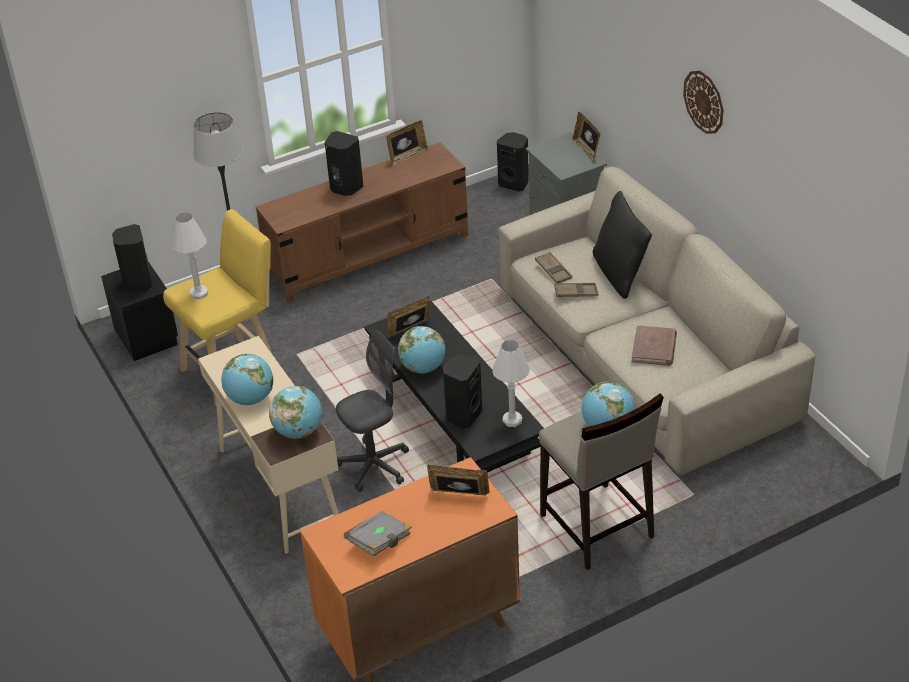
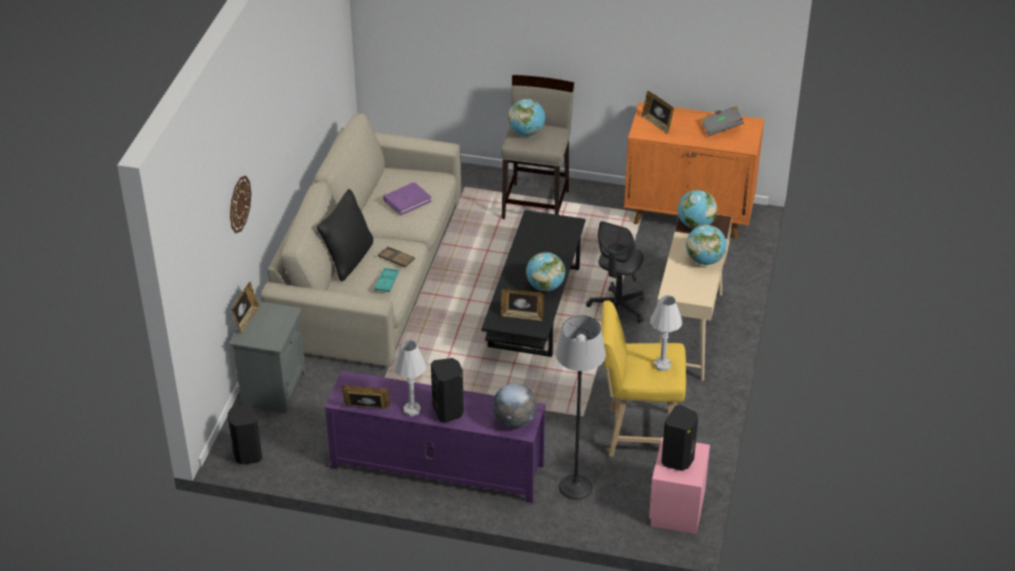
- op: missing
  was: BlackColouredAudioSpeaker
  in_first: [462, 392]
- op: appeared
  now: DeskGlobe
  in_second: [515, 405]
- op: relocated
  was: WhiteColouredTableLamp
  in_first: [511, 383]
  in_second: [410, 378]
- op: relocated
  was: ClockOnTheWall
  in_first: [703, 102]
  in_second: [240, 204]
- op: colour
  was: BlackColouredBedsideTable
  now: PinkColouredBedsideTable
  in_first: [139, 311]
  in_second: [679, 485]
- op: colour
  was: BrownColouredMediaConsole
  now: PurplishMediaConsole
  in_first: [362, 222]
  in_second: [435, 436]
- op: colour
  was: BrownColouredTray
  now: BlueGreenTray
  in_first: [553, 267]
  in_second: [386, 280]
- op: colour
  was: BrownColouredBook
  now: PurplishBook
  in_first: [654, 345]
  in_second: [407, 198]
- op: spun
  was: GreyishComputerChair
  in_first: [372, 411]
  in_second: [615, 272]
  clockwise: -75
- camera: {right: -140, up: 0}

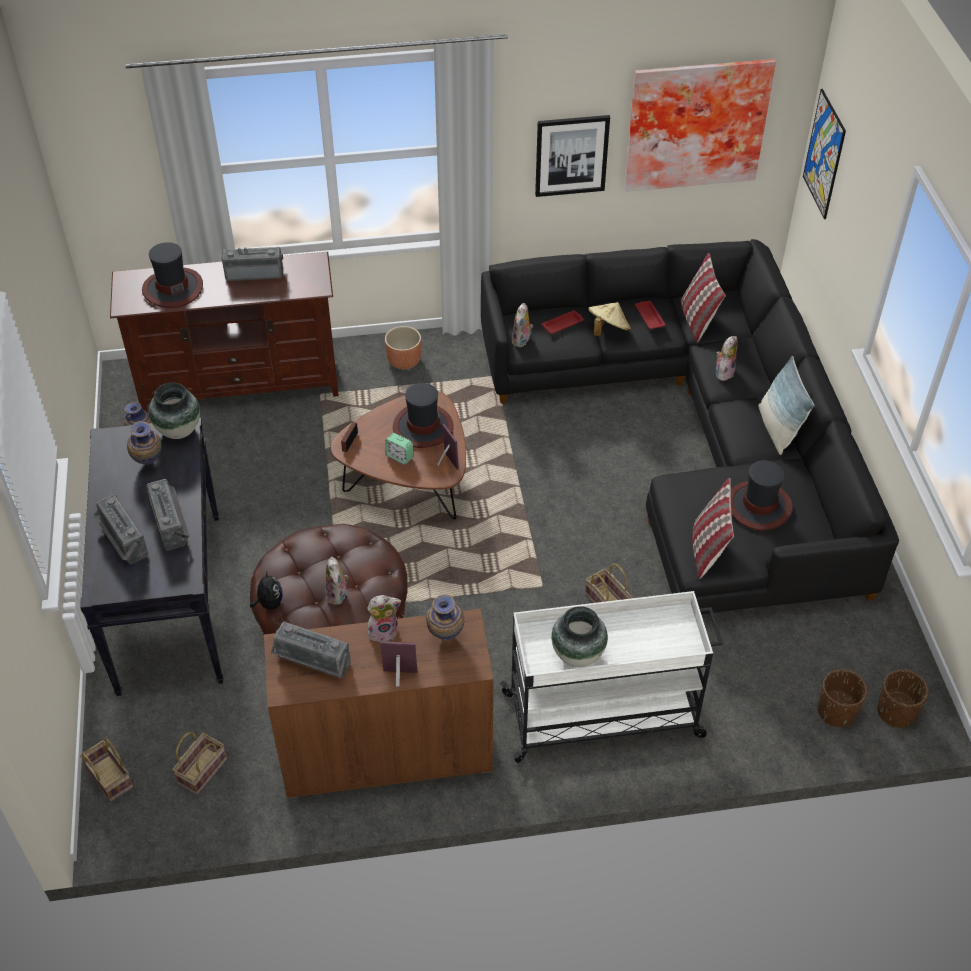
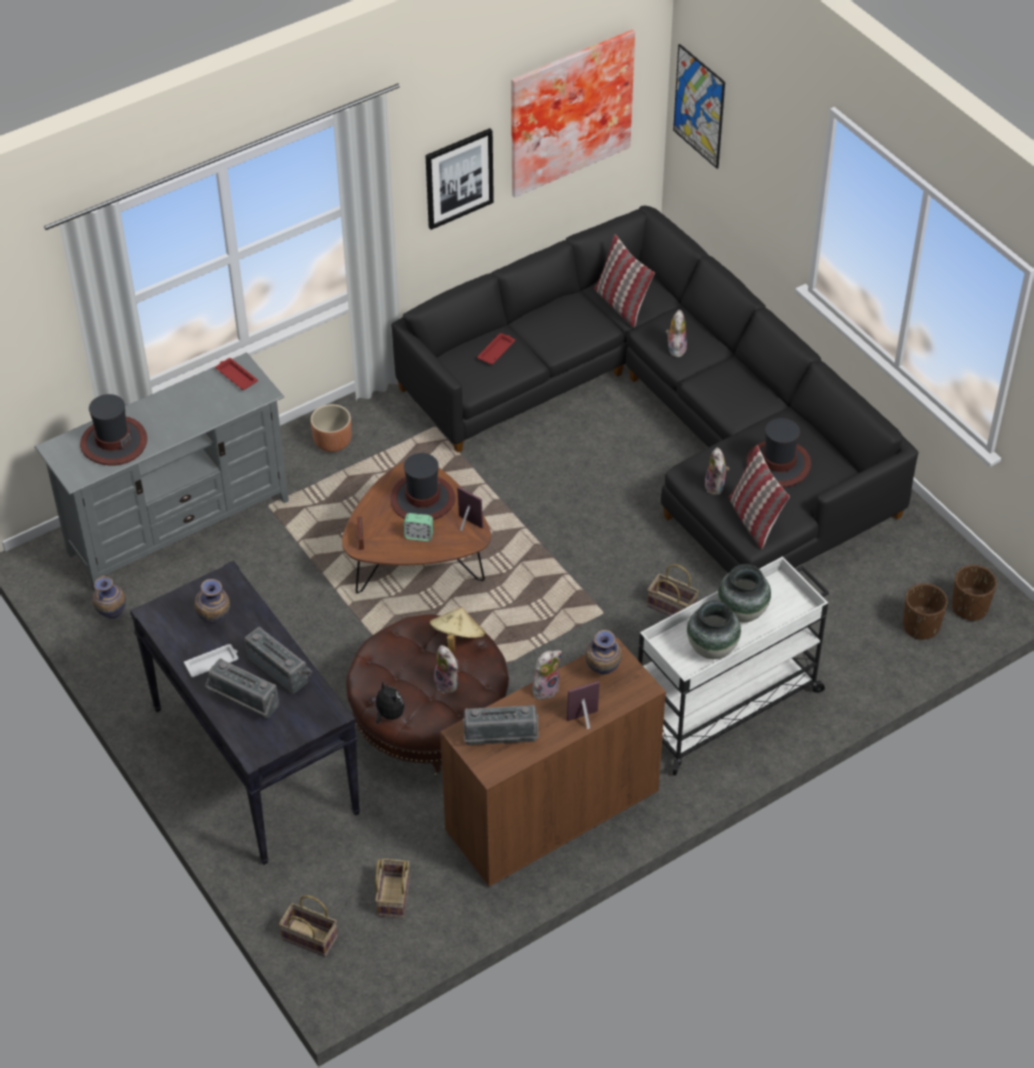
- op: missing
  was: Radio
  in_first: [252, 264]
- op: missing
  was: Cushion
  in_first: [786, 405]
- op: appeared
  now: WhiteColouredTray
  in_second: [211, 660]
- op: relocated
  was: Vase
  in_first: [174, 411]
  in_second: [744, 593]
- op: relocated
  was: PlushToy
  in_first: [522, 325]
  in_second: [717, 471]
- op: relocated
  was: SandColouredHat
  in_first: [609, 319]
  in_second: [457, 630]
- op: relocated
  was: ReddishTray
  in_first: [650, 314]
  in_second: [236, 374]
- op: colour
  was: BrownColouredMediaConsole
  now: GreyishMediaConsole
  in_first: [224, 332]
  in_second: [161, 471]
- camera: {right: -25, up: 0}

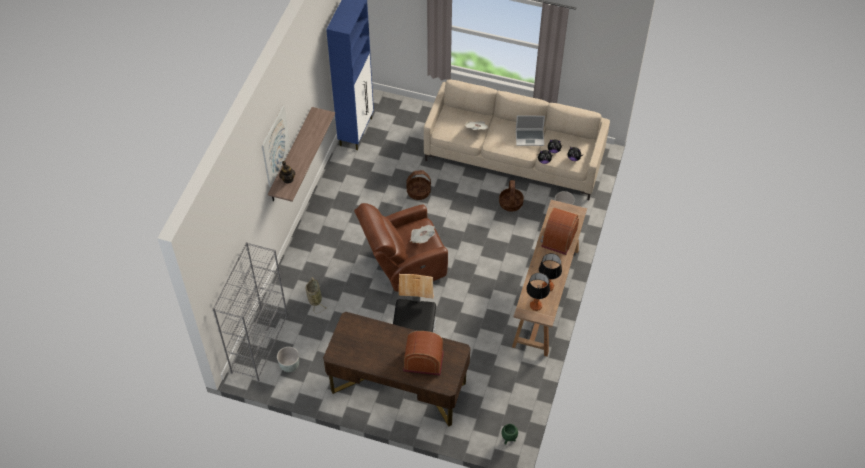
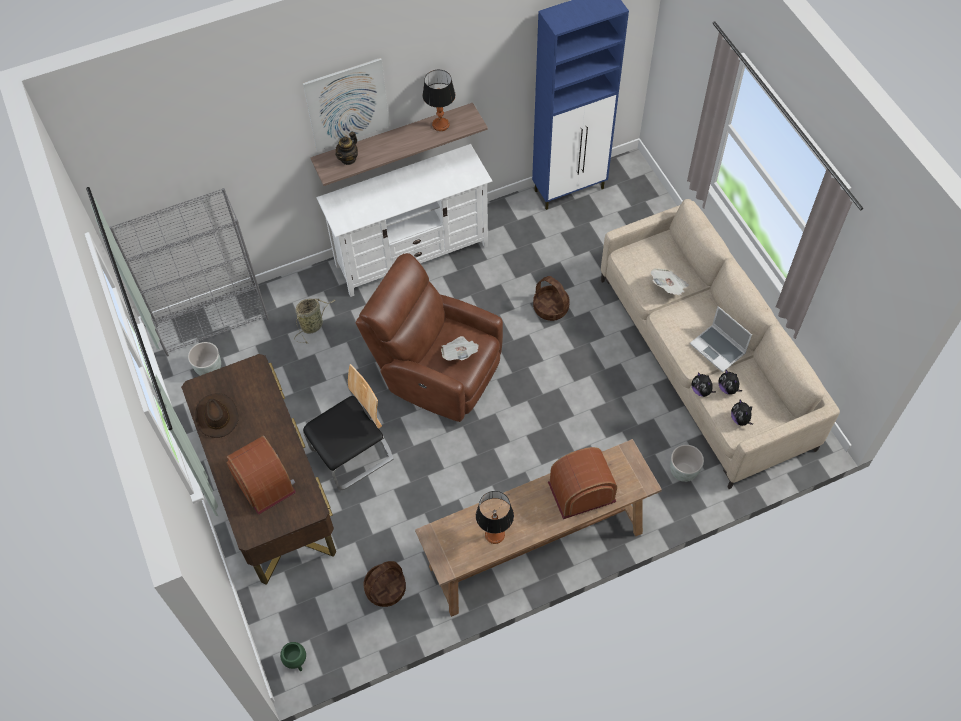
- op: appeared
  now: BrownColouredHat
  in_second: [217, 415]
- op: appeared
  now: WhiteColouredMediaConsole
  in_second: [404, 220]
- op: relocated
  was: HouseholdBasket
  in_first: [511, 196]
  in_second: [385, 584]
- op: relocated
  was: TableLamp
  in_first: [538, 292]
  in_second: [439, 100]
- camera: {right: 50, up: 5}

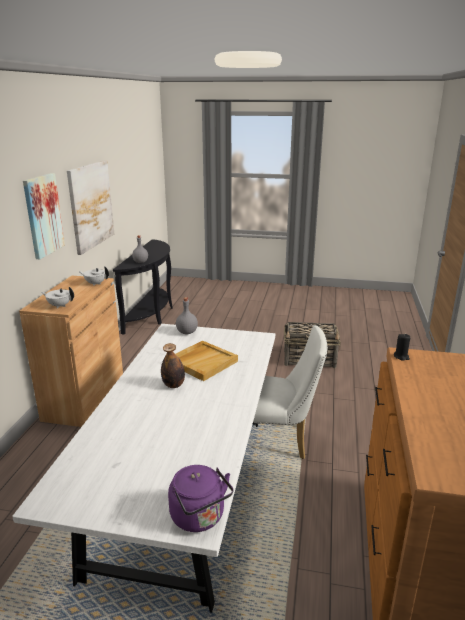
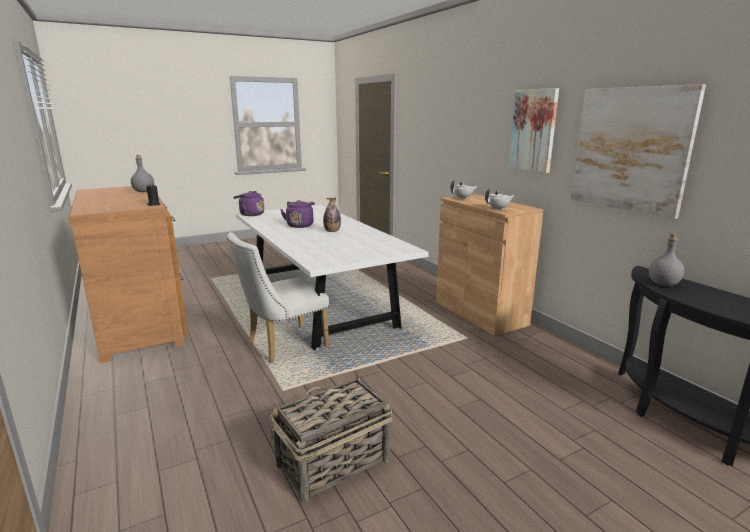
- op: missing
  was: SandColouredTray
  in_first: [207, 361]
- op: appeared
  now: PurplishWaterKettle
  in_second: [297, 214]
- op: relocated
  was: GreyishBottle
  in_first: [187, 316]
  in_second: [142, 173]
- camera: {right: 140, up: -5}

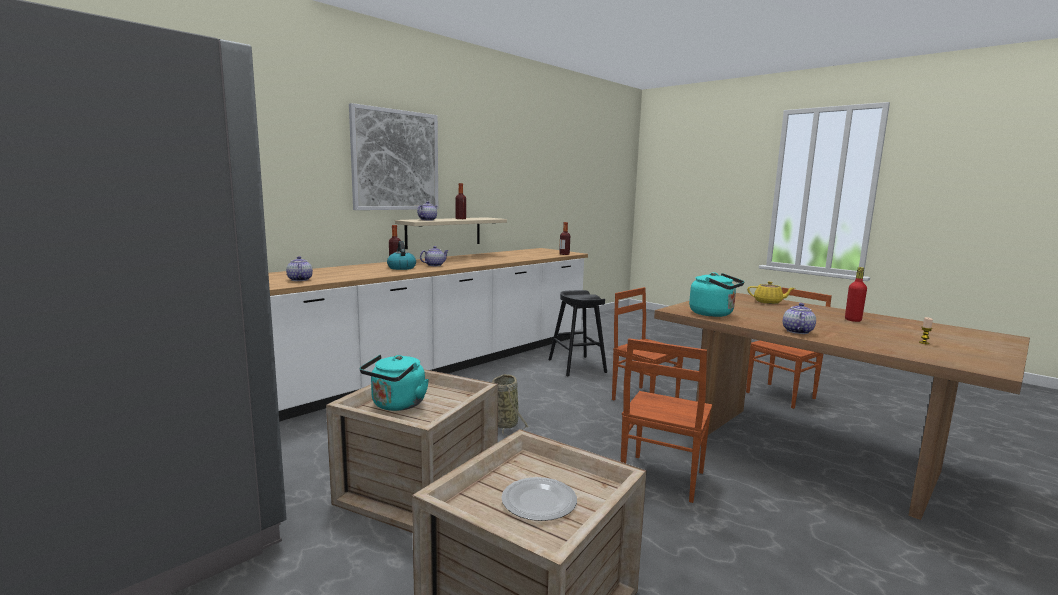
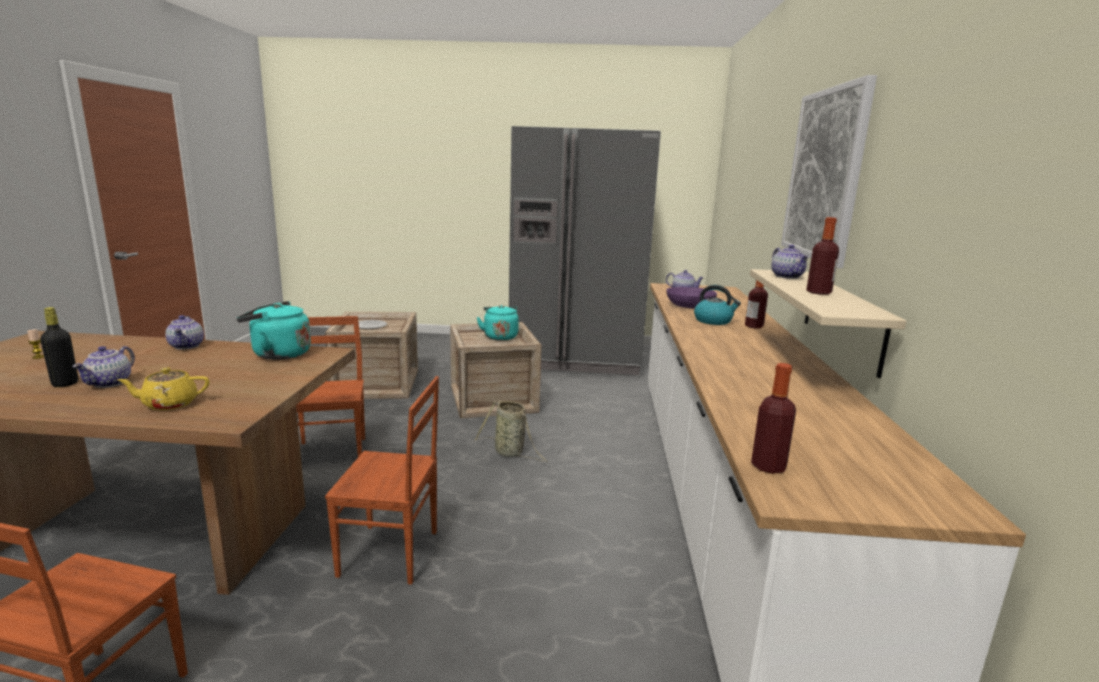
- op: missing
  was: BlackColouredStoolSeat
  in_first: [577, 333]
- op: appeared
  now: PurplishBowl
  in_second: [691, 298]
- op: relocated
  was: TeaPot
  in_first: [434, 256]
  in_second: [103, 367]
- op: colour
  was: ReddishBottle
  now: BlackColouredBottle
  in_first: [856, 294]
  in_second: [59, 347]
- camera: {right: 140, up: 5}

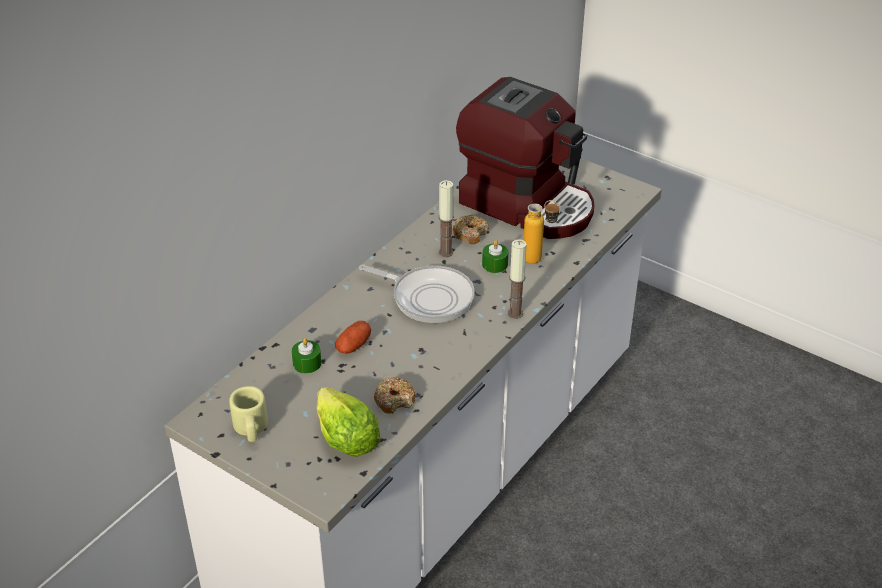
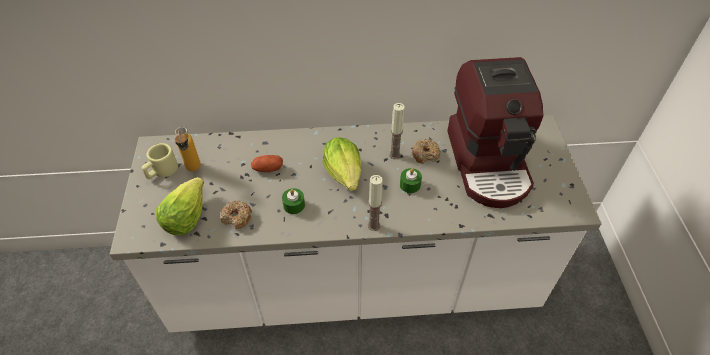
- op: relocated
  was: GreenishCandle
  in_first: [306, 356]
  in_second: [293, 201]
- op: relocated
  was: Bottle
  in_first: [542, 232]
  in_second: [188, 149]
- op: exchanged
  was: Pan
  now: LettuceHead
  in_first: [417, 293]
  in_second: [342, 164]
- camera: {right: 50, up: 10}

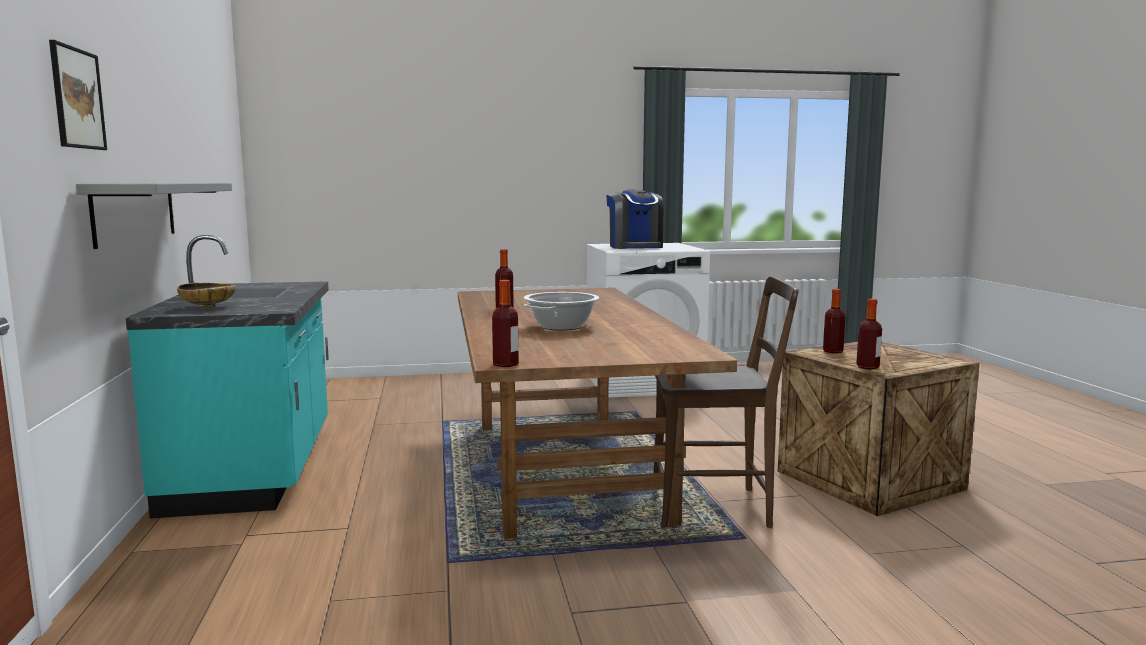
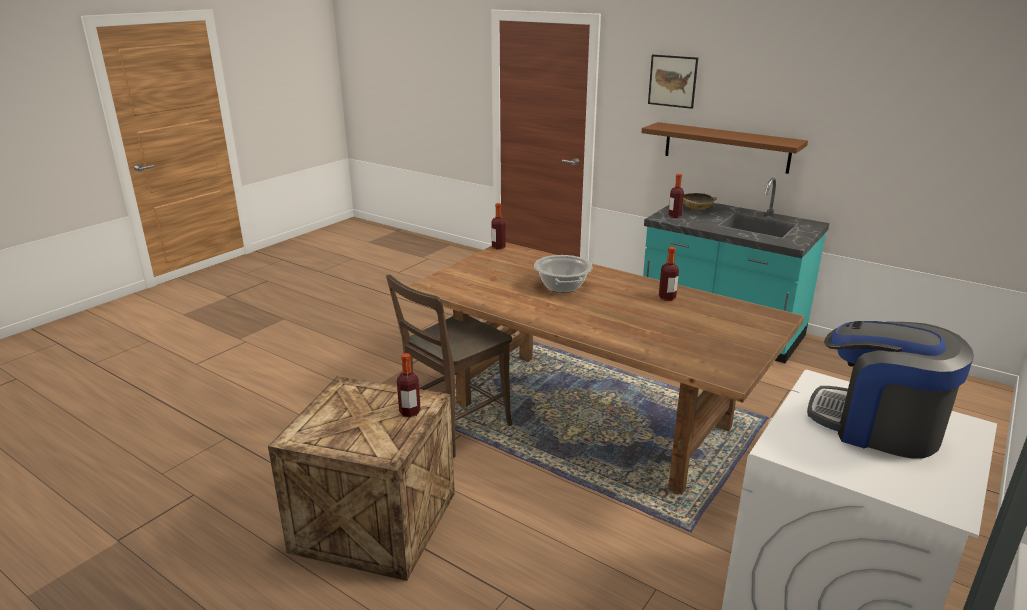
- op: relocated
  was: Bottle
  in_first: [869, 334]
  in_second: [676, 196]
- op: colour
  was: GreyishWallShelf
  now: BrownColouredWallShelf
  in_first: [154, 216]
  in_second: [725, 148]
- camera: {right: 135, up: 15}

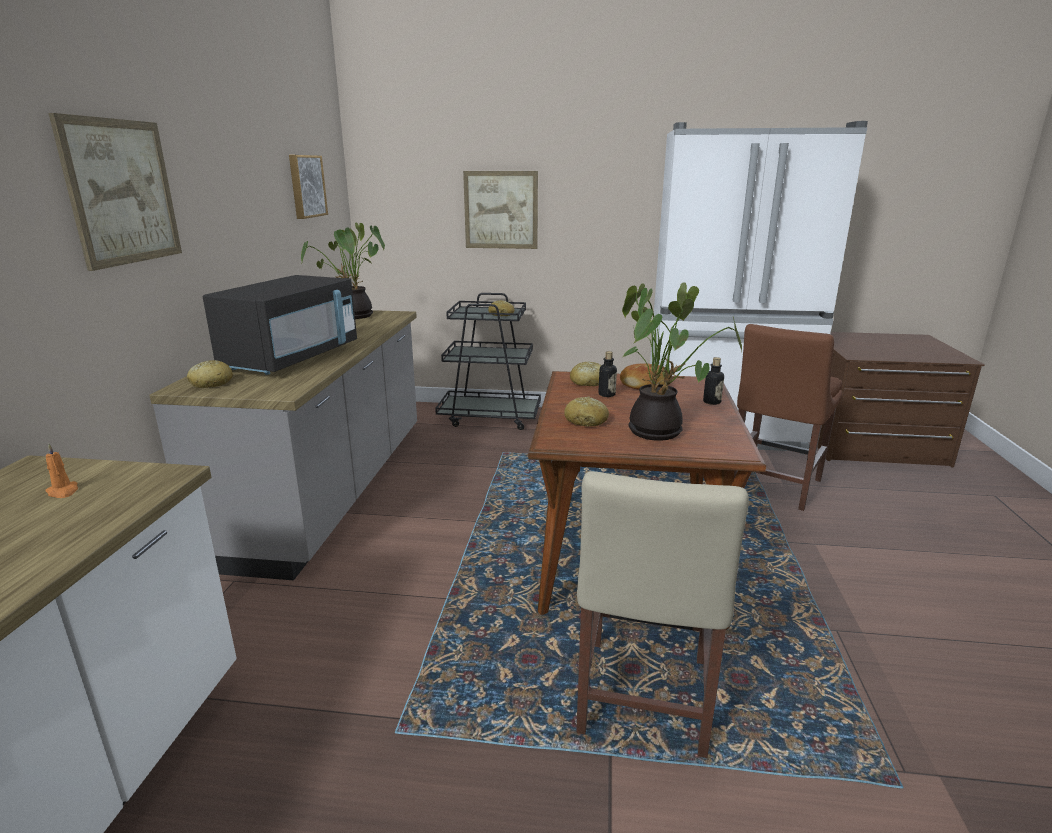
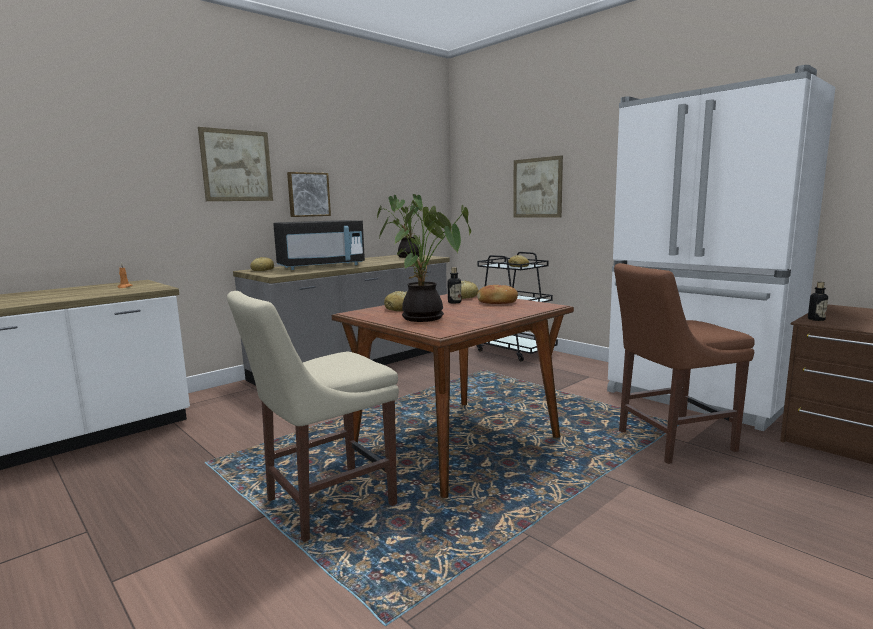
- op: relocated
  was: WallArt
  in_first: [308, 187]
  in_second: [309, 194]
- op: relocated
  was: Bottle
  in_first: [713, 381]
  in_second: [818, 301]
- camera: {right: 40, up: -10}

